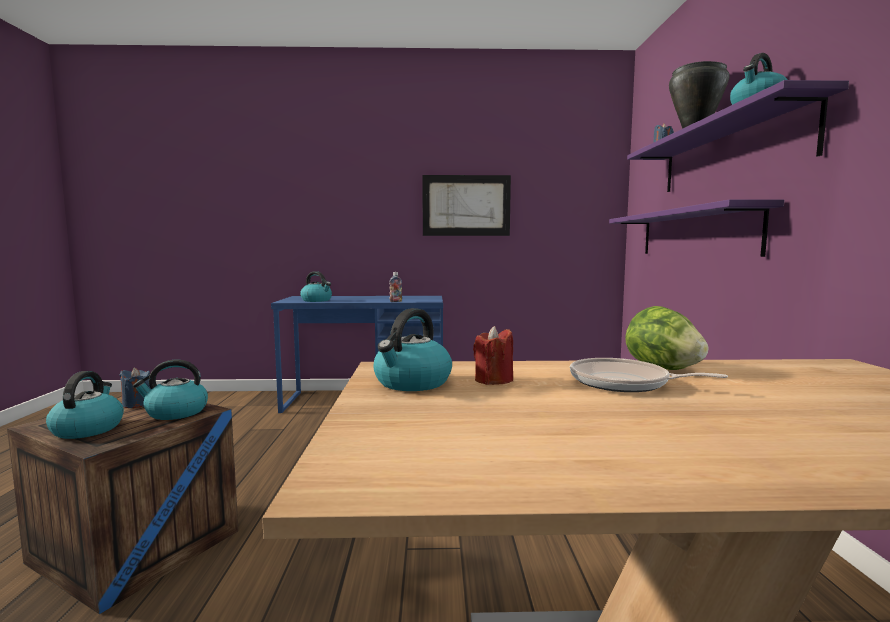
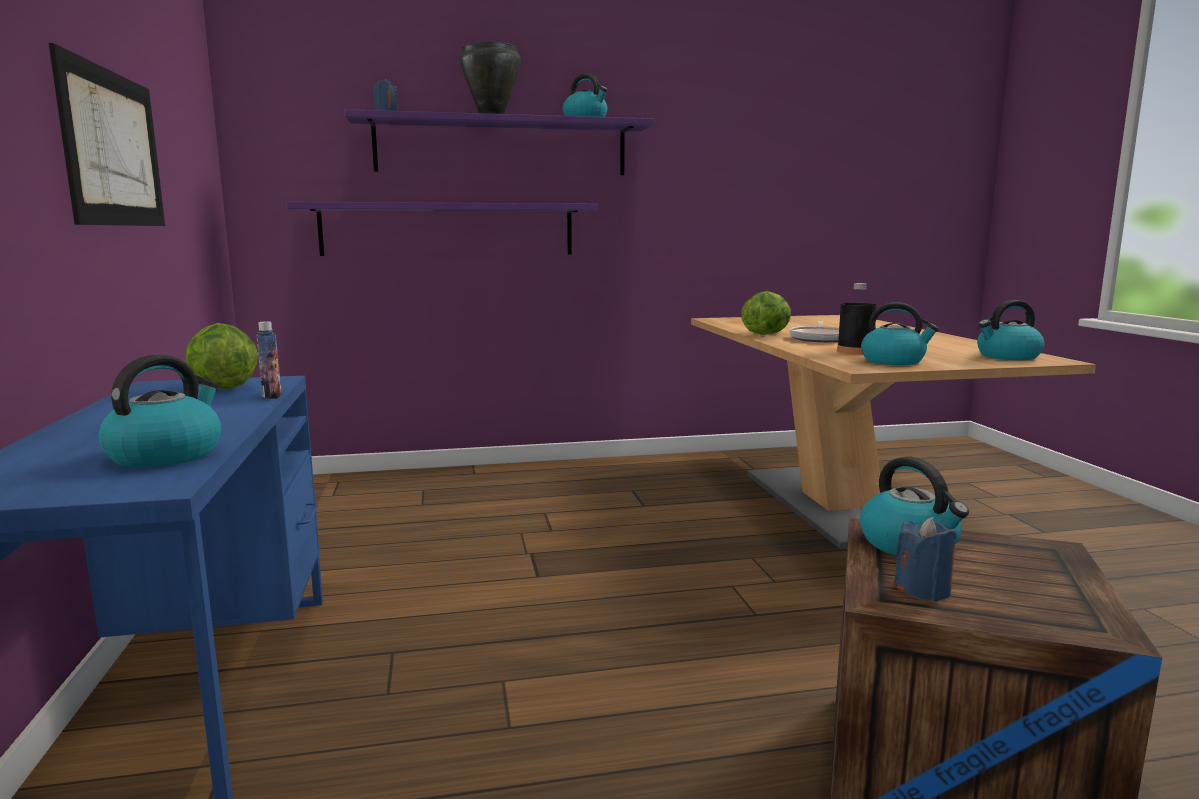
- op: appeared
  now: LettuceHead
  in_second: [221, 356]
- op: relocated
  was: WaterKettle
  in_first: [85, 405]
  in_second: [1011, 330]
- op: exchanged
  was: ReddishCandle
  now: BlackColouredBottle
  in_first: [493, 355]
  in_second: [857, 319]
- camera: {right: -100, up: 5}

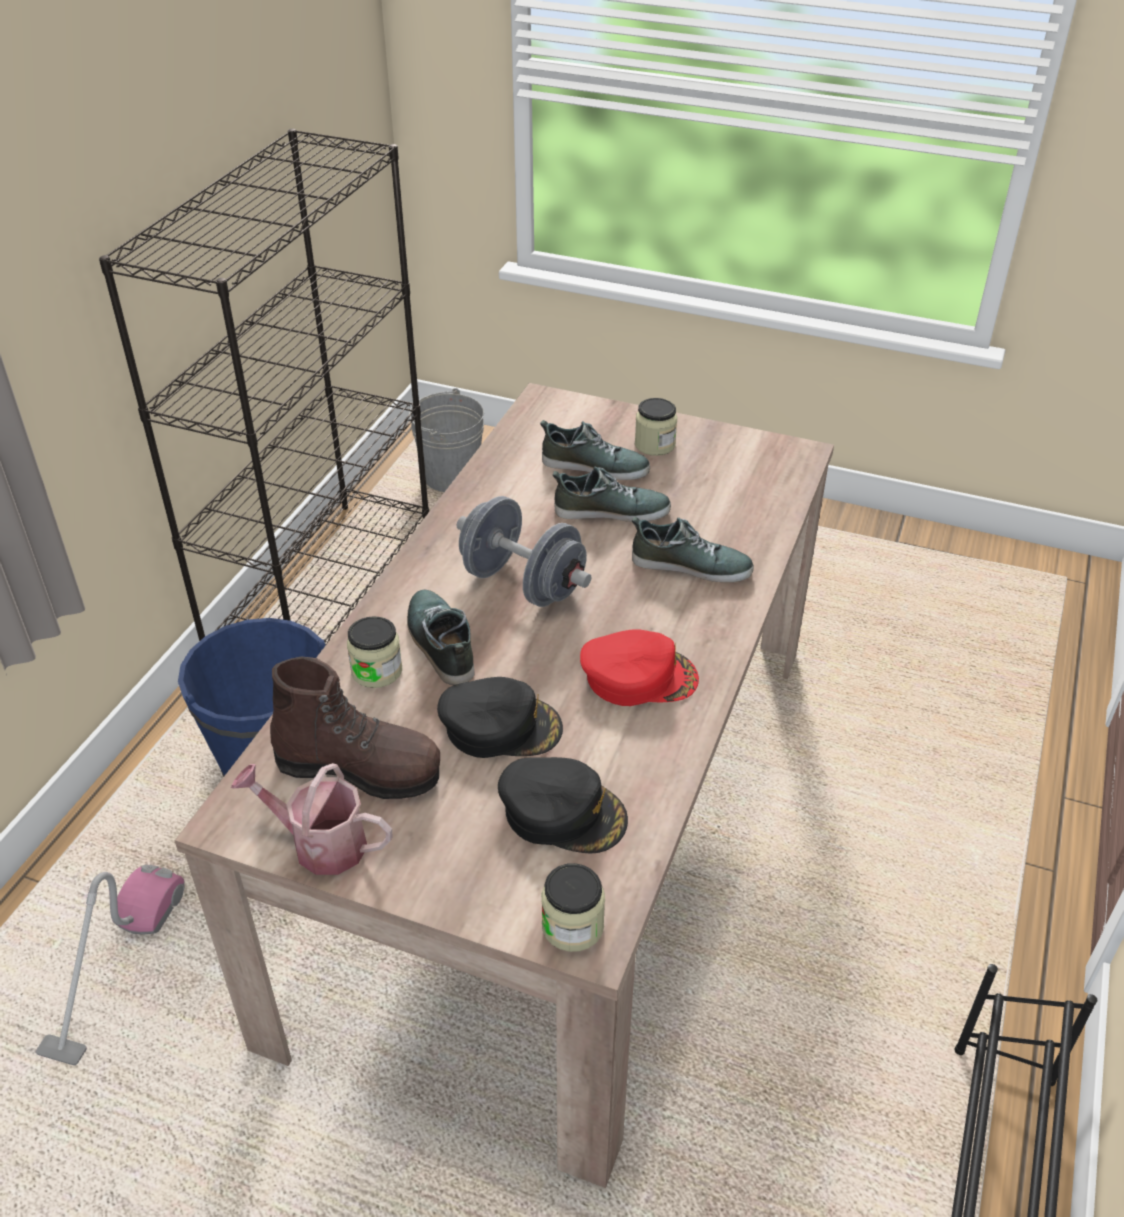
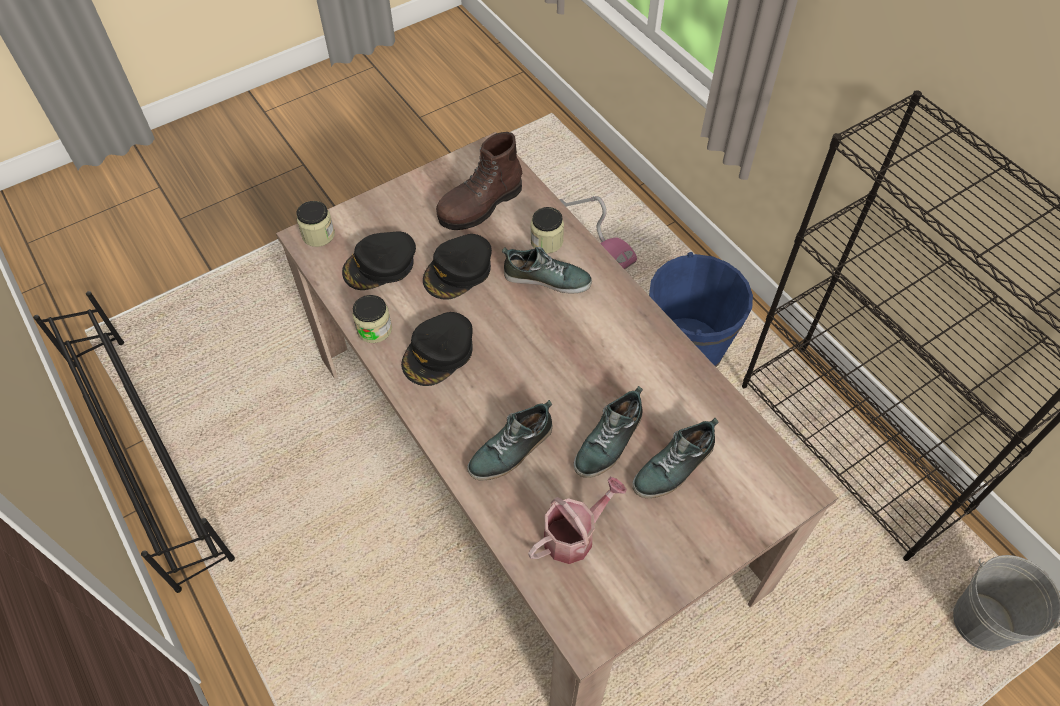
- op: missing
  was: GreyishHandWeight
  in_first: [524, 551]
- op: relocated
  was: WateringCan
  in_first: [311, 819]
  in_second: [577, 520]
- op: relocated
  was: PreserveJar
  in_first: [656, 427]
  in_second: [372, 319]
- op: colour
  was: ReddishPeakedCap
  now: BlackColouredPeakedCap
  in_first: [639, 667]
  in_second: [437, 349]
- camera: {right: 125, up: 15}

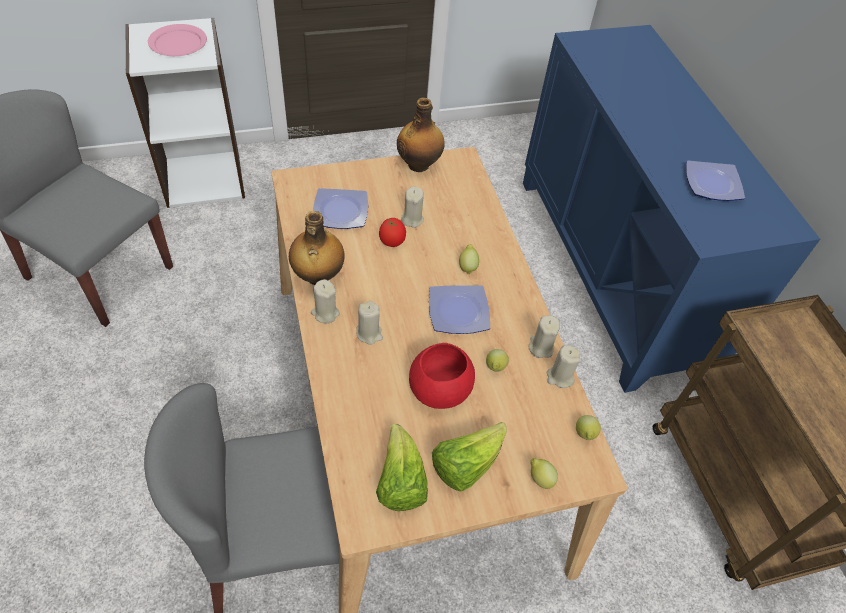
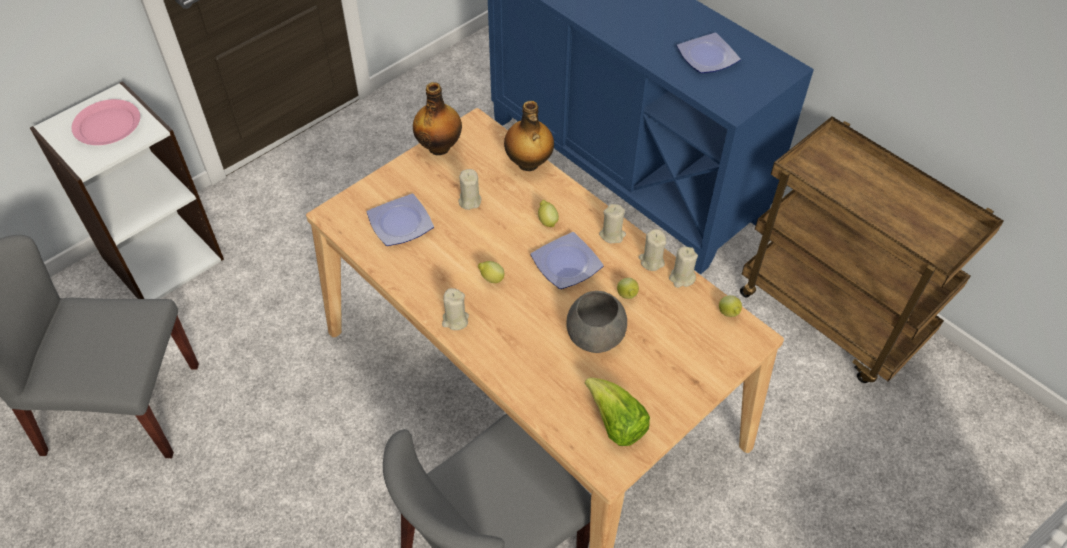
- op: missing
  was: FreshTomato
  in_first: [392, 232]
- op: missing
  was: LettuceHead
  in_first: [469, 457]
- op: relocated
  was: Bottle
  in_first: [317, 248]
  in_second: [529, 136]
- op: relocated
  was: SandColouredCandle
  in_first: [369, 323]
  in_second: [612, 223]
- op: relocated
  was: WholeLemon
  in_first: [544, 473]
  in_second: [491, 272]
- op: colour
  was: ReddishBowl
  now: GreyishBowl
  in_first: [442, 376]
  in_second: [596, 322]
- camera: {right: -25, up: 0}

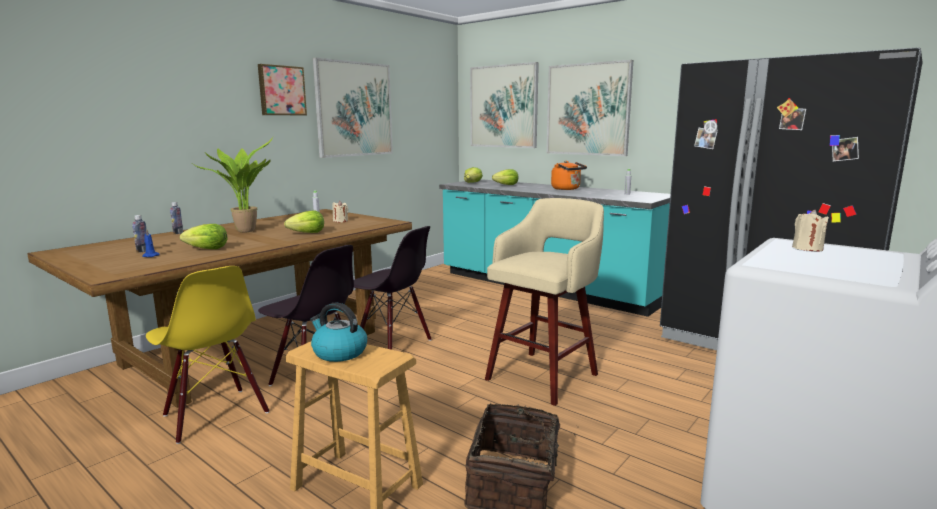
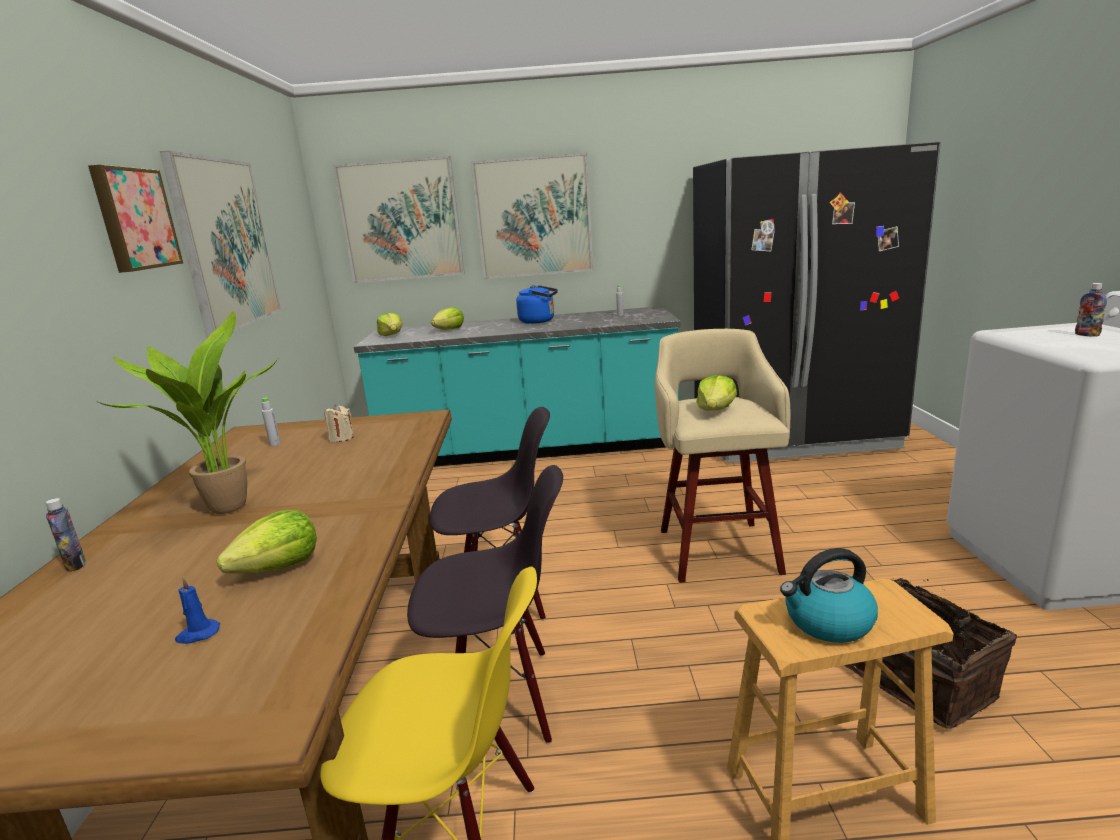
- op: missing
  was: SandColouredCandle
  in_first: [810, 231]
- op: relocated
  was: Bottle
  in_first: [139, 234]
  in_second: [1091, 310]
- op: relocated
  was: LettuceHead
  in_first: [304, 222]
  in_second: [716, 392]
- op: colour
  was: OrangeyWaterKettle
  now: BlueColouredWaterKettle
  in_first: [569, 175]
  in_second: [537, 304]
- camera: {right: -40, up: 5}

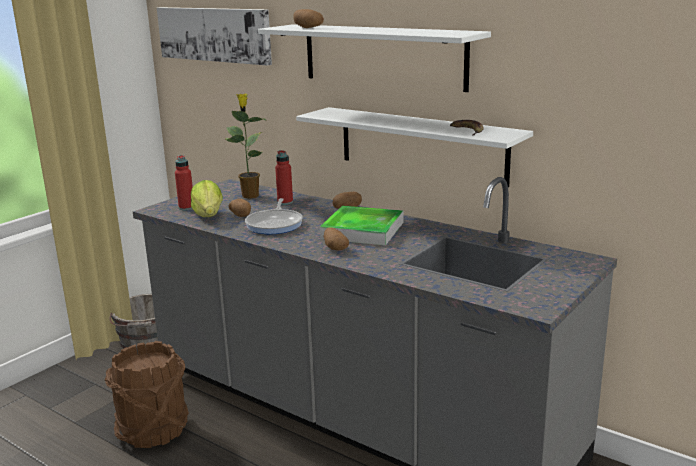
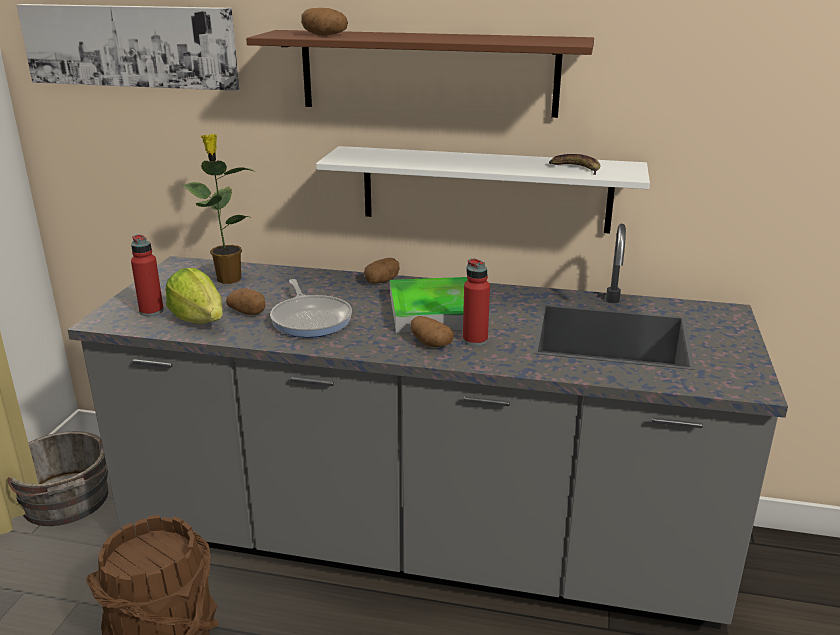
- op: relocated
  was: ReddishBottle
  in_first: [284, 177]
  in_second: [476, 302]
- op: colour
  was: WhiteColouredWallShelf
  now: BrownColouredWallShelf
  in_first: [374, 58]
  in_second: [420, 74]
- camera: {right: -25, up: 5}

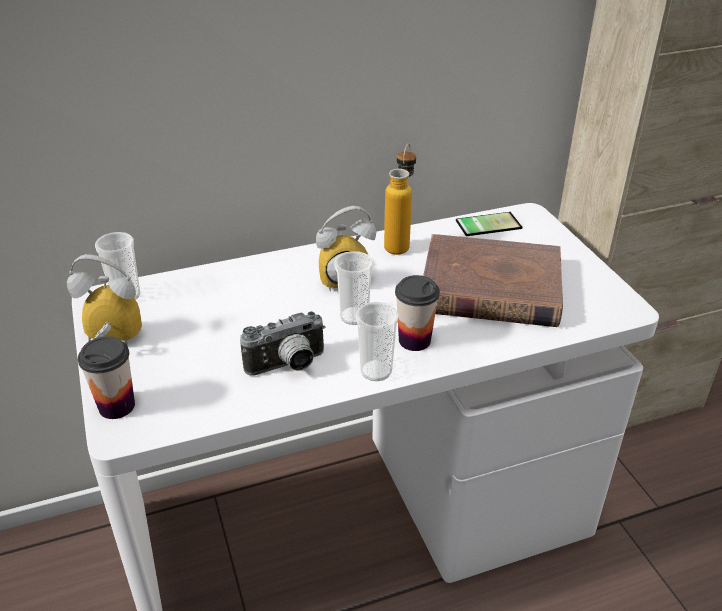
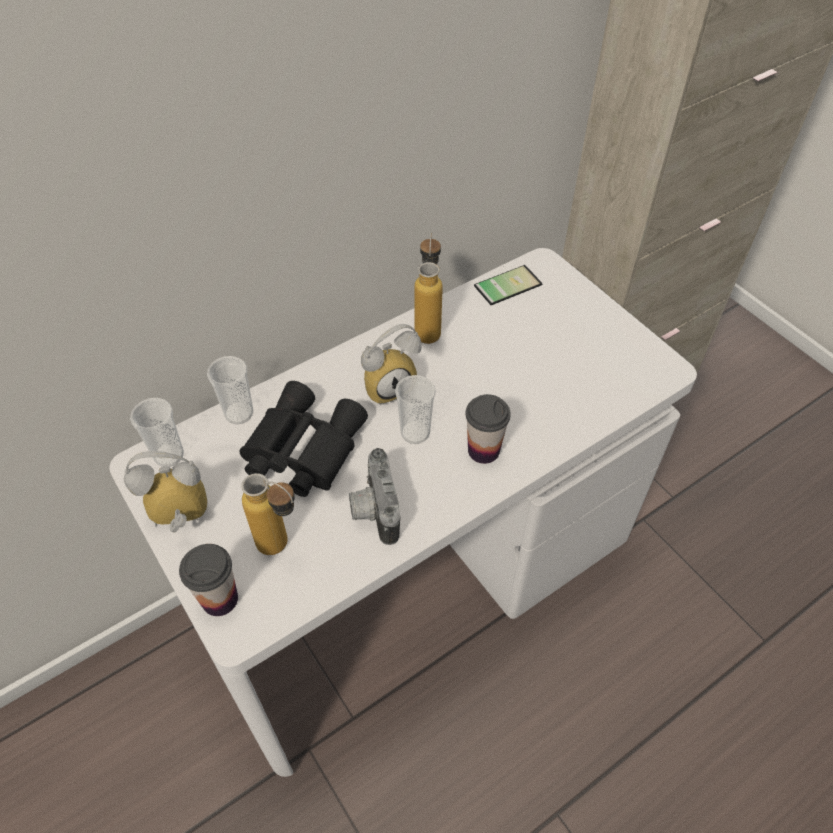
- op: missing
  was: BrownColouredBook
  in_first: [493, 280]
- op: appeared
  now: BlackColouredPairOfBinoculars
  in_second: [303, 439]
- op: appeared
  now: Bottle
  in_second: [268, 514]
- op: relocated
  was: Cup
  in_first: [377, 341]
  in_second: [230, 390]
- op: spun
  was: PhotoCamera
  in_first: [283, 343]
  in_second: [374, 496]
  clockwise: 120
- camera: {right: -15, up: 15}

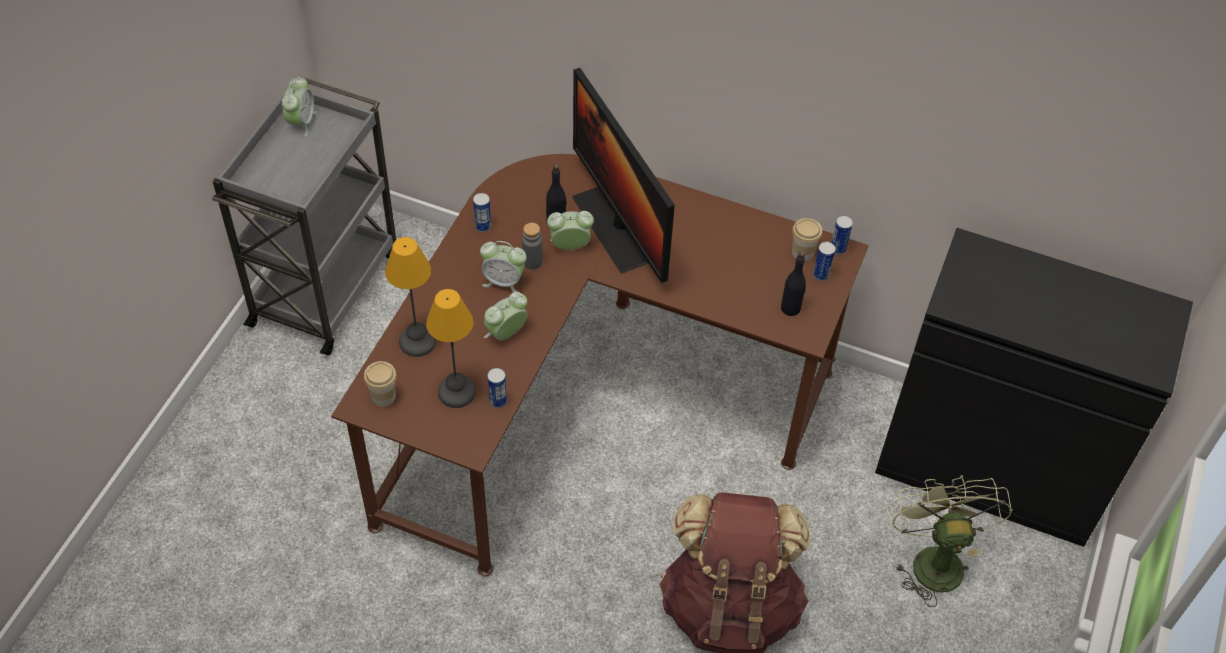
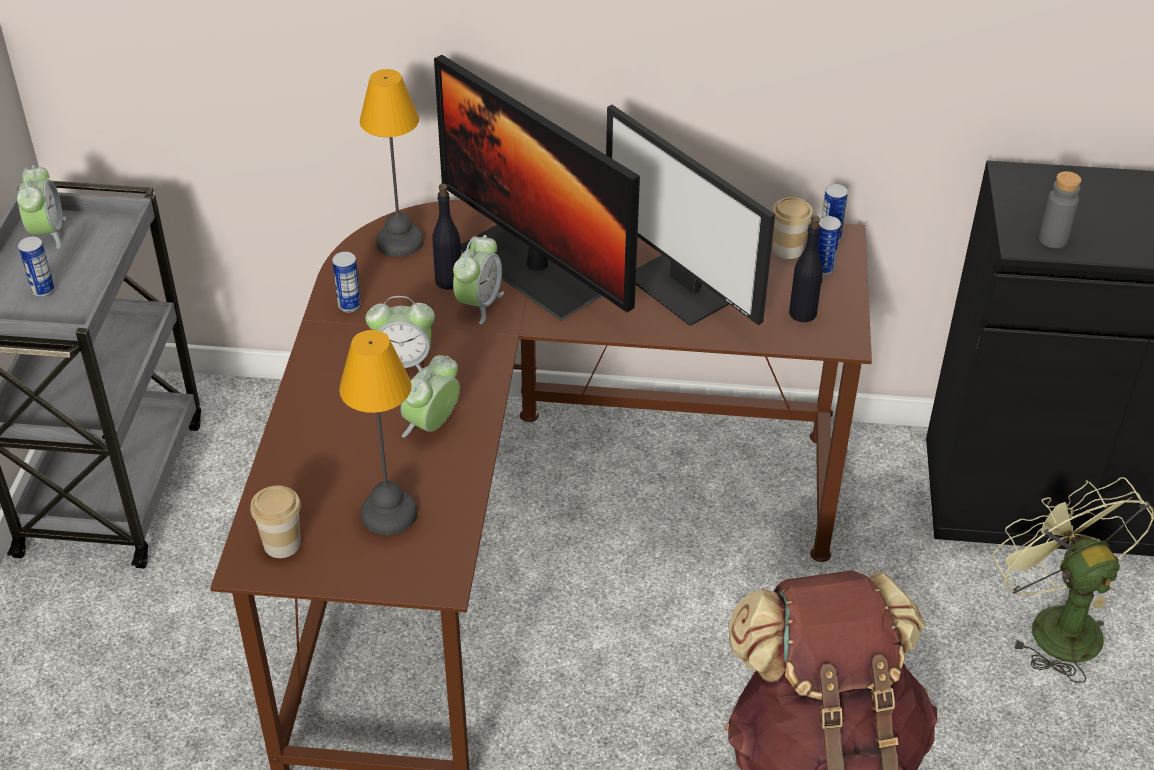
- op: appeared
  now: ComputerScreen
  in_second: [690, 215]
- op: relocated
  was: TableLamp
  in_first: [410, 297]
  in_second: [392, 163]
- op: relocated
  was: SealedCan
  in_first: [497, 388]
  in_second: [36, 267]
- op: relocated
  was: GreyishBottle
  in_first: [532, 246]
  in_second: [1060, 209]
- op: spun
  was: TableClock
  in_first: [570, 230]
  in_second: [478, 279]
  clockwise: 135
- camera: {right: -15, up: -10}

